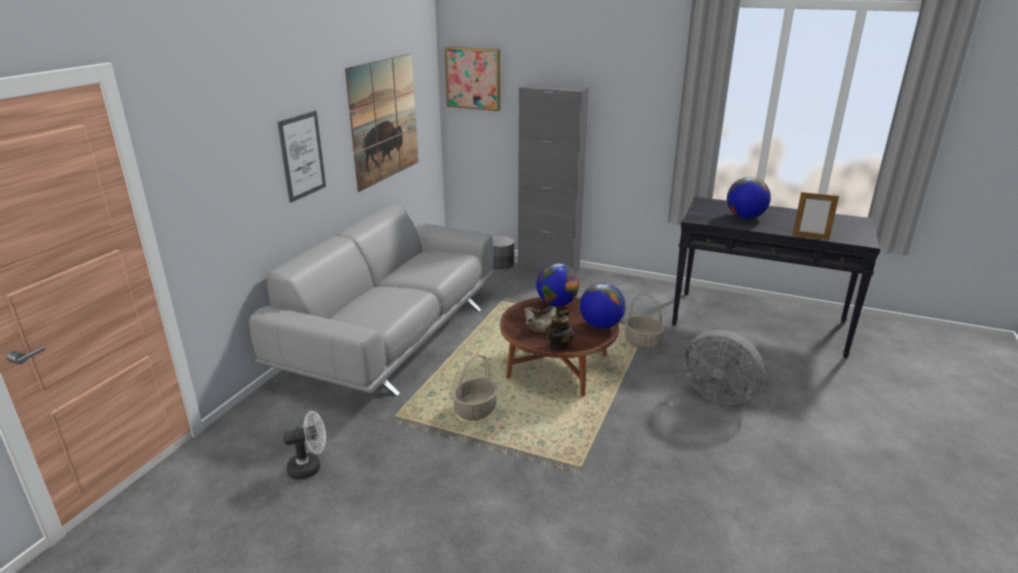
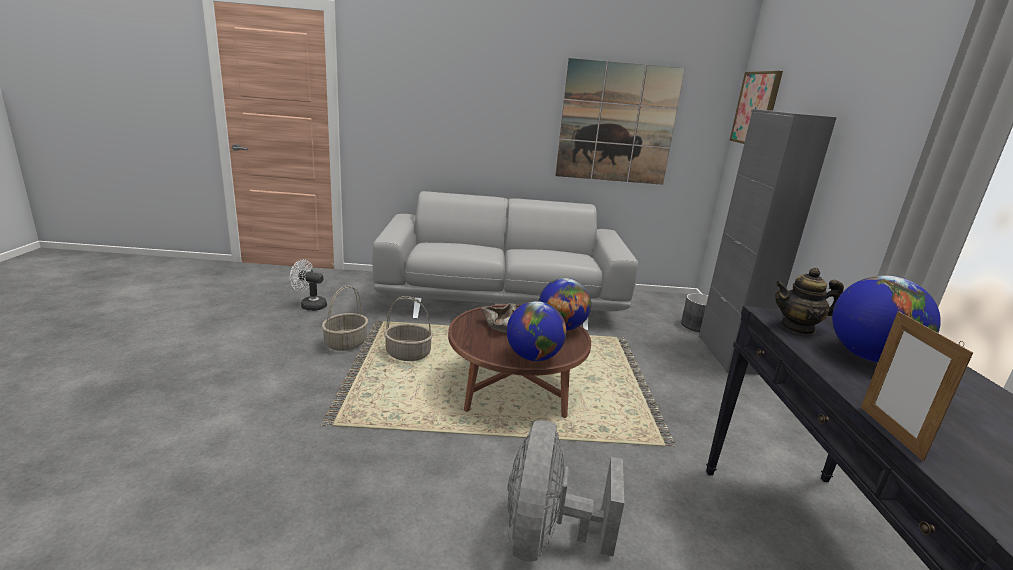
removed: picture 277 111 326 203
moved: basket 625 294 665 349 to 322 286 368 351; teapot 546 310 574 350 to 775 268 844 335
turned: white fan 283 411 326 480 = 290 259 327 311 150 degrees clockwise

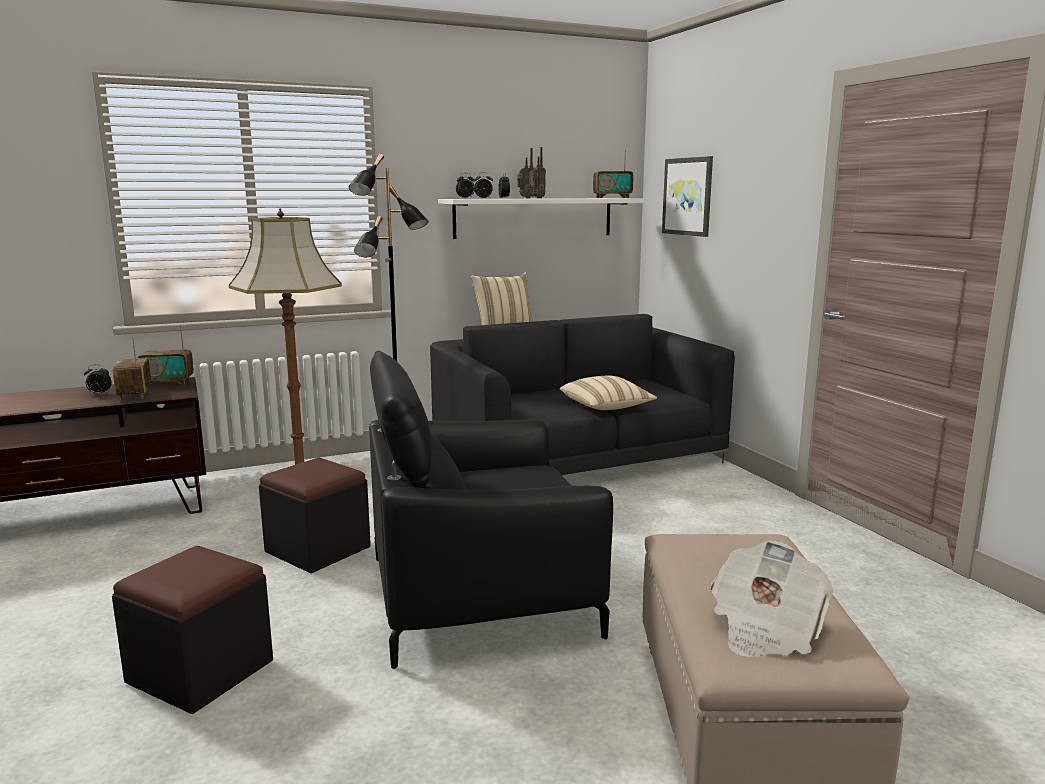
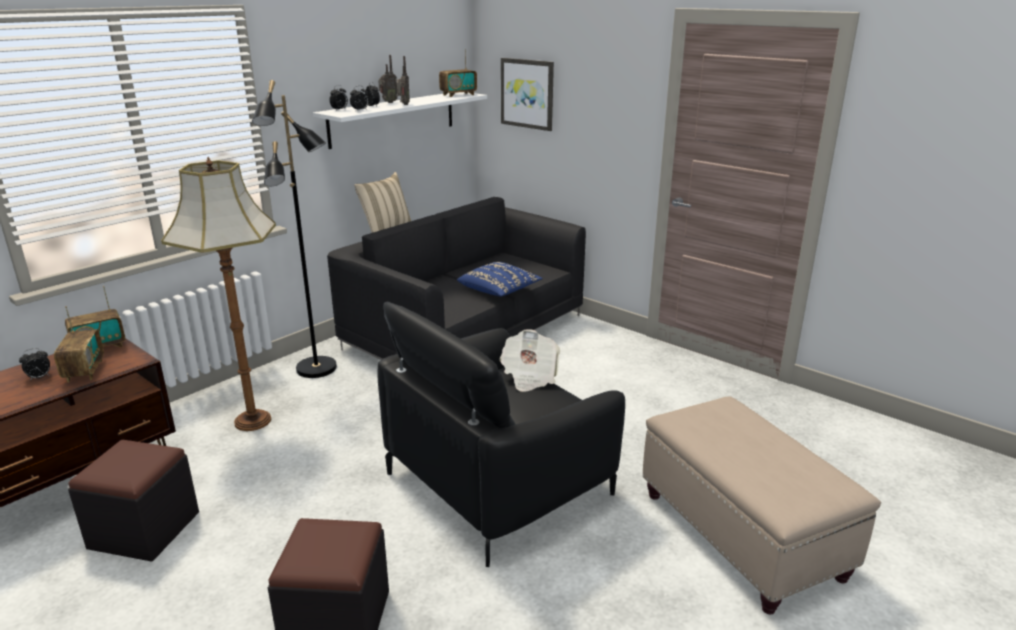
moved: black ottoman 259 458 371 574 to 68 440 199 562; newspaper 711 540 833 657 to 500 329 561 392
recoloured: beige pillow 560 376 657 410 to blue pillow 457 262 543 297
turned: radio 113 337 151 401 = 54 306 104 382 150 degrees counterclockwise

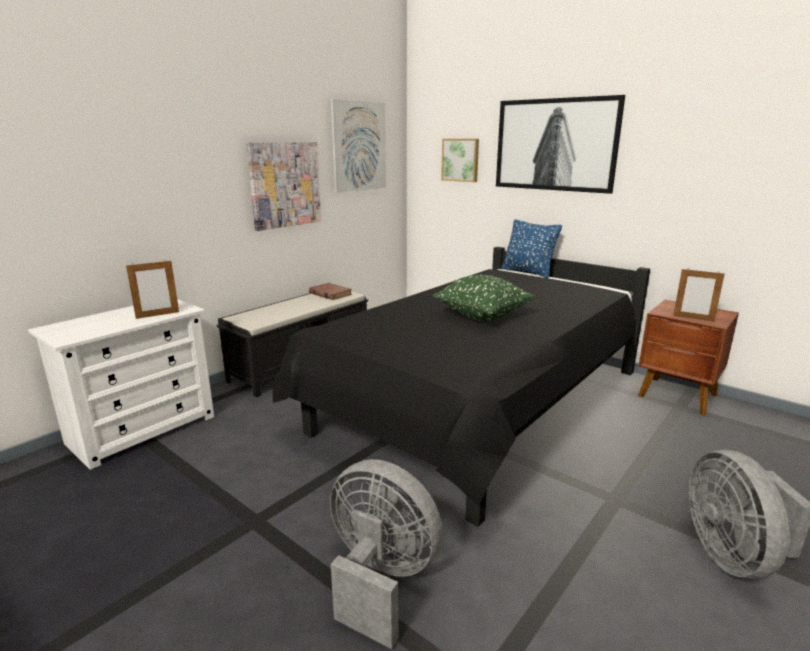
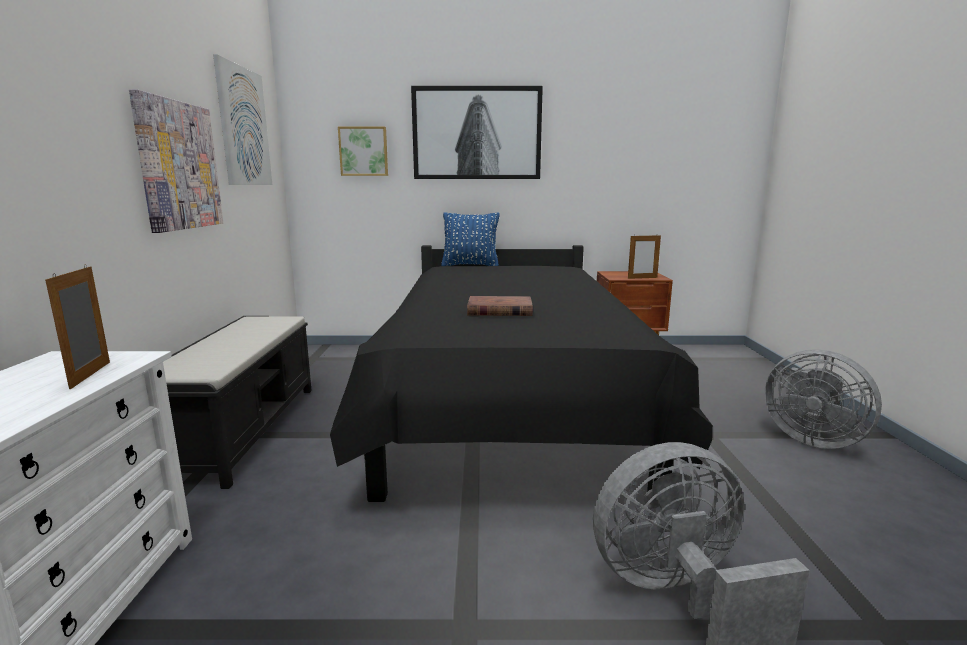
removed: green pillow 432 275 535 321
moved: brown book 309 283 352 300 to 467 296 533 316
turned: picture frame 126 259 179 319 = 45 264 110 389 150 degrees clockwise

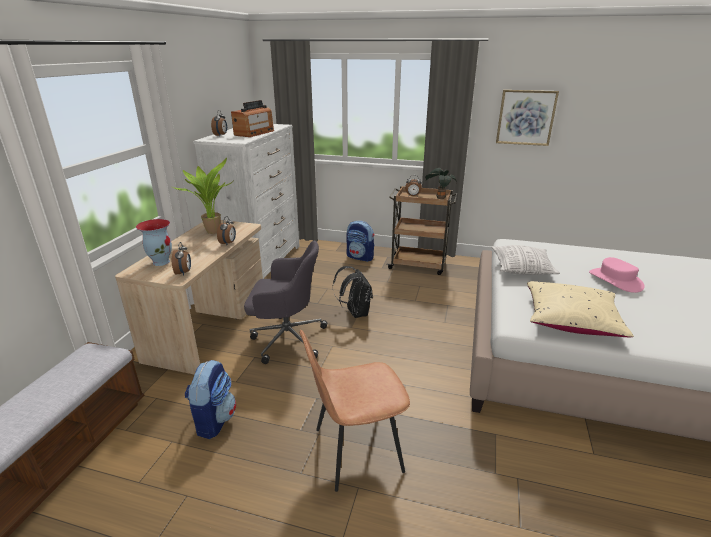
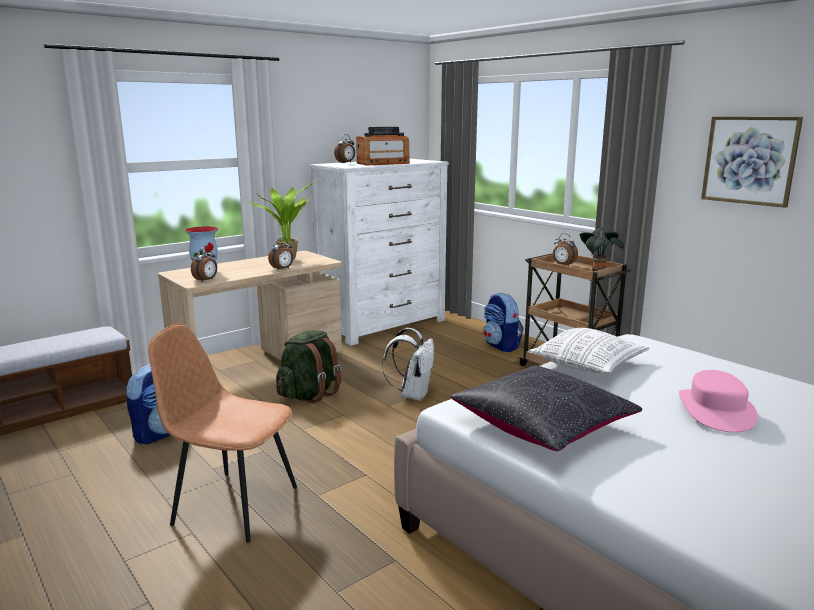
replaced: grey office chair 244 241 327 364 to green backpack 276 330 341 404
recoloured: black backpack 333 266 373 318 to white backpack 382 328 434 401; beige pillow 527 281 634 337 to black pillow 450 365 642 451

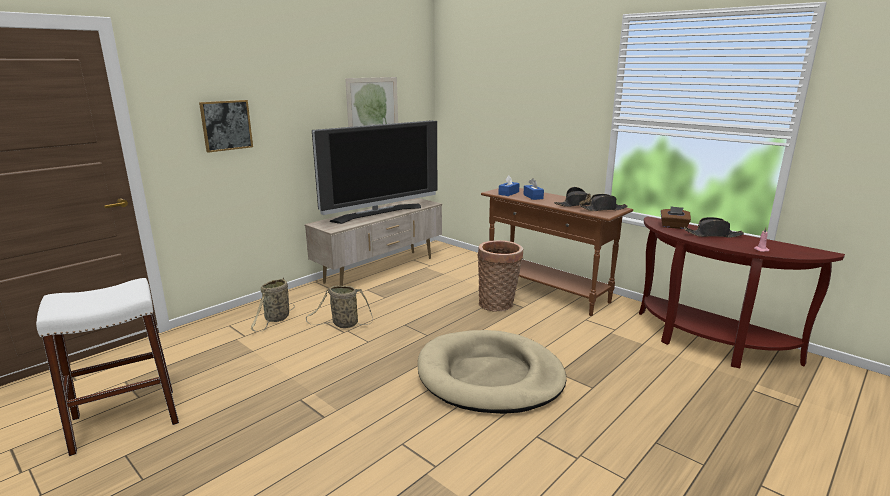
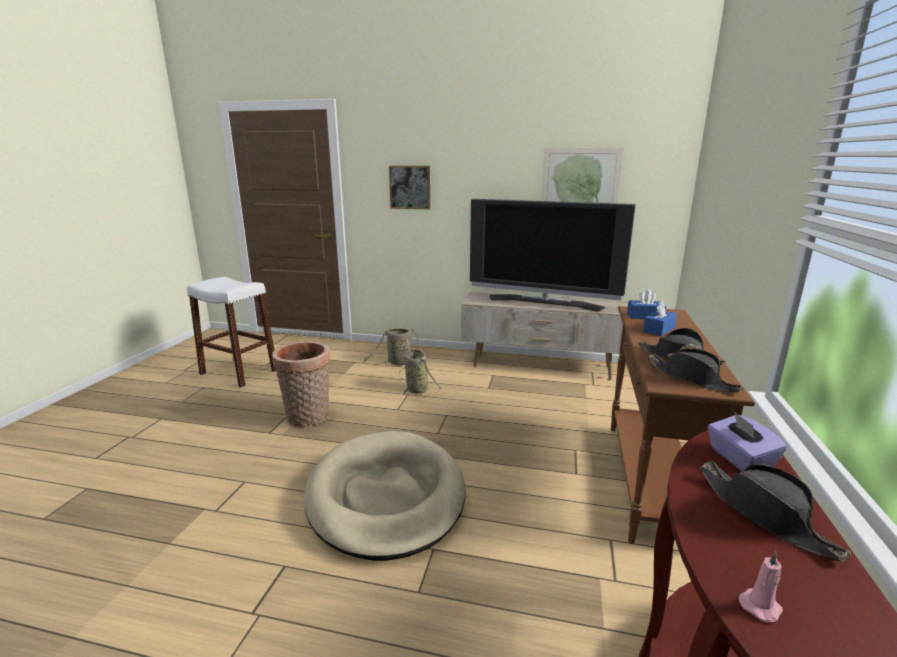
moved: basket 477 240 523 312 to 272 341 330 427
recoloured: brown tissue box 661 206 691 229 to purple tissue box 708 412 787 471

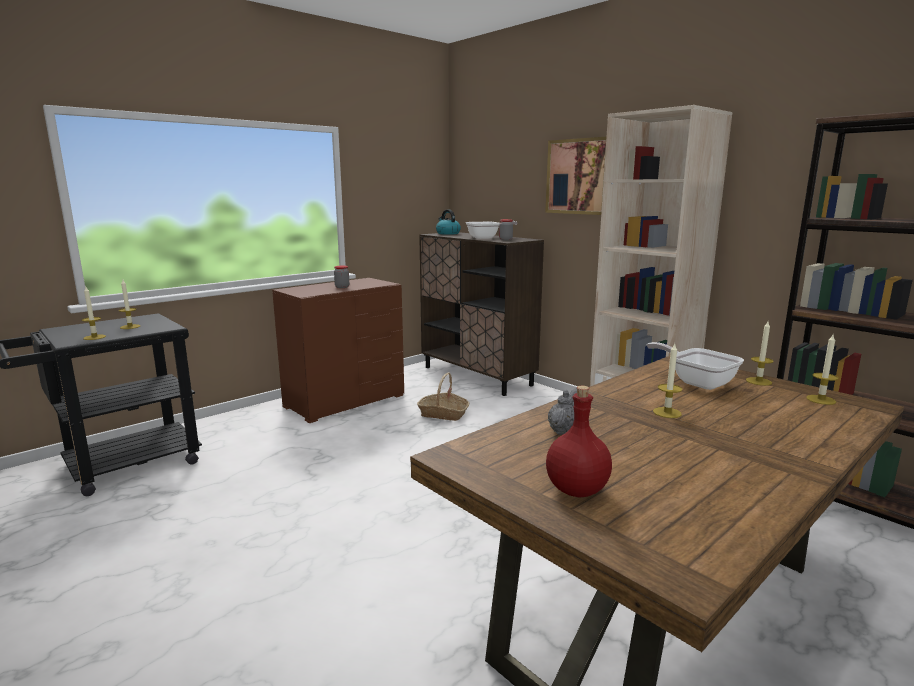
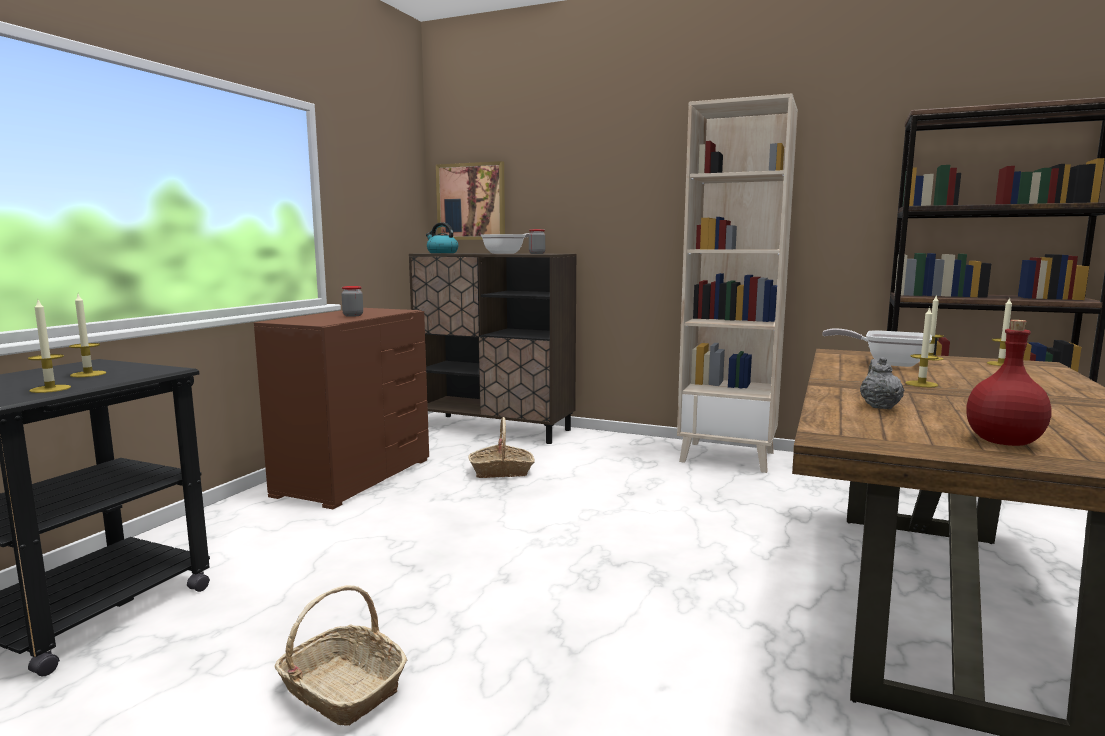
added: basket 274 585 407 726
moved: picture 545 136 607 215 to 436 161 505 240

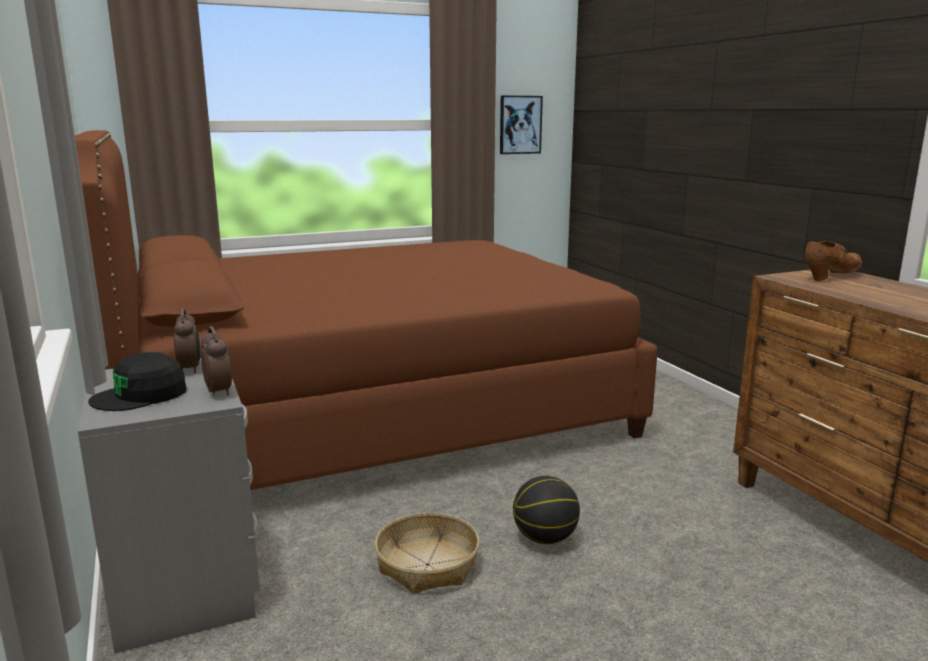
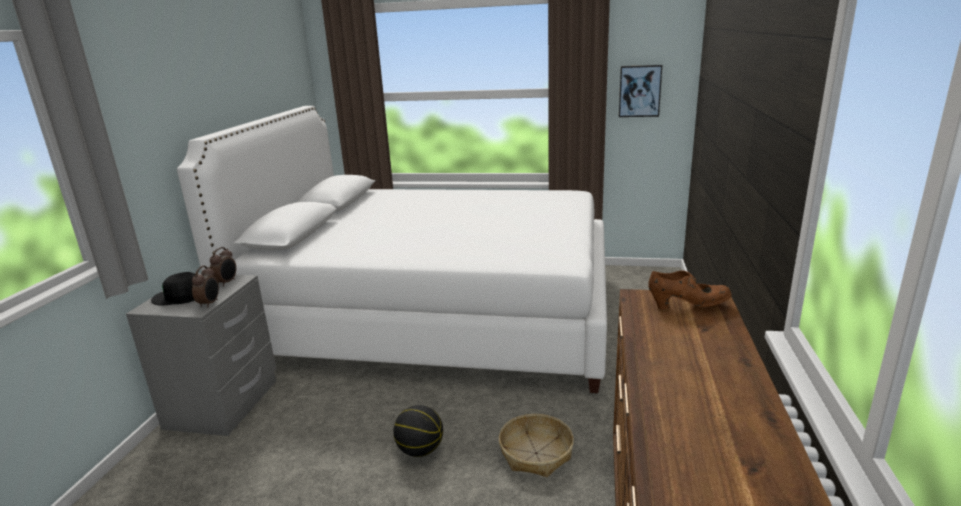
moved: basket 375 513 480 594 to 499 414 574 477
recoloured: brown bed 75 130 658 490 to white bed 177 106 607 393

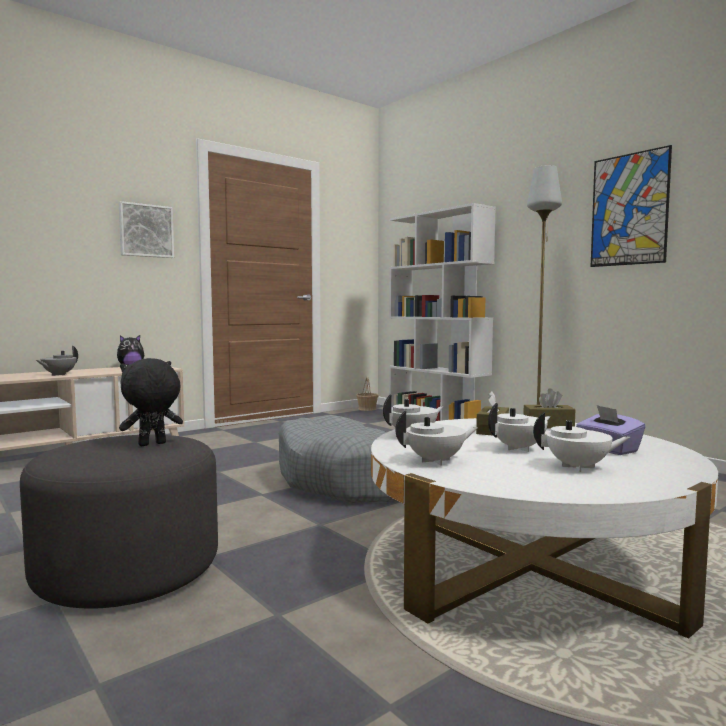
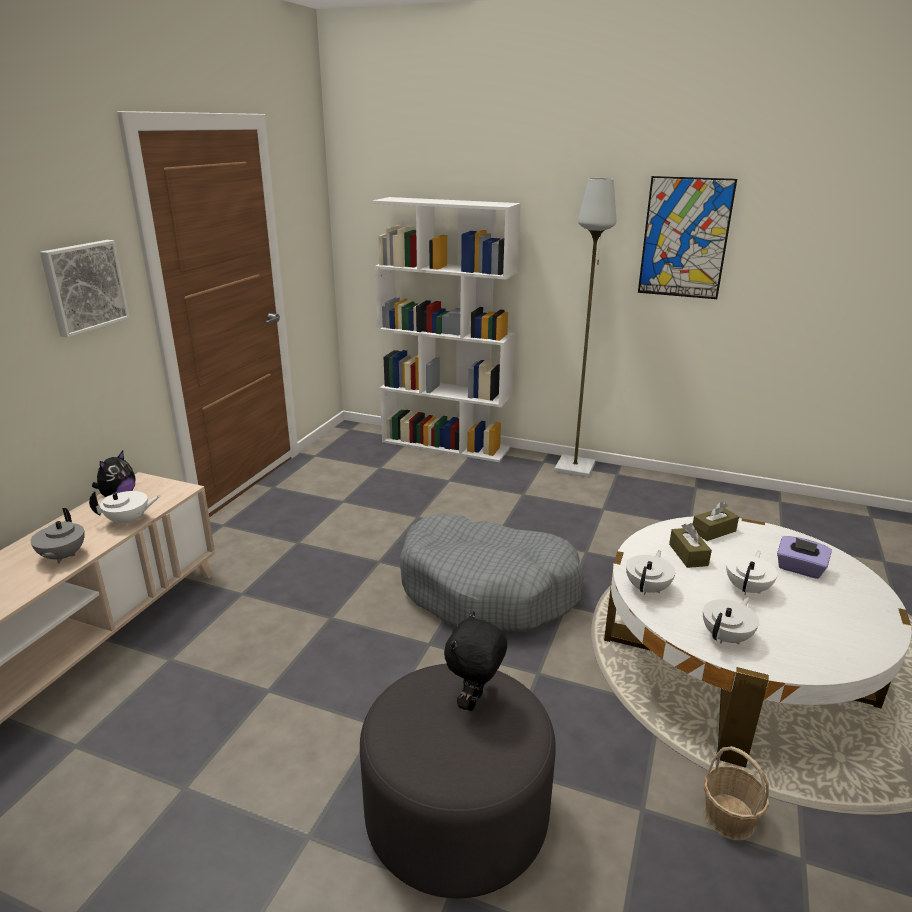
moved: basket 356 376 379 411 to 704 746 769 840; white teapot 533 412 631 472 to 89 491 160 527

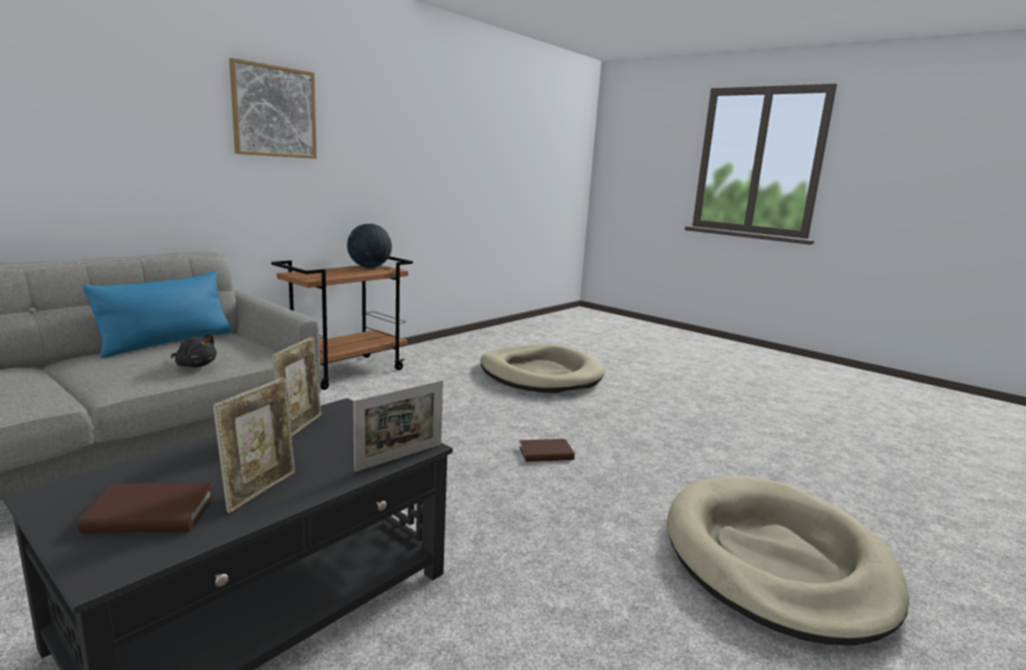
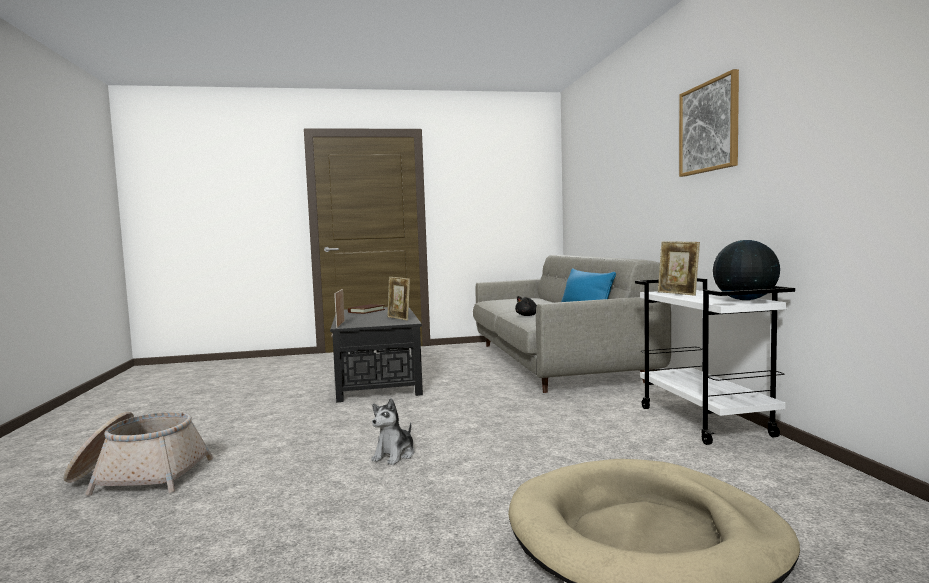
moved: picture frame 213 378 295 513 to 658 241 700 296
replaced: brown book 519 439 575 462 to plush toy 371 398 415 465; beige dog bed 667 476 909 646 to basket 63 412 213 496
recoloured: brown cart 271 256 413 390 to white cart 635 278 795 445

